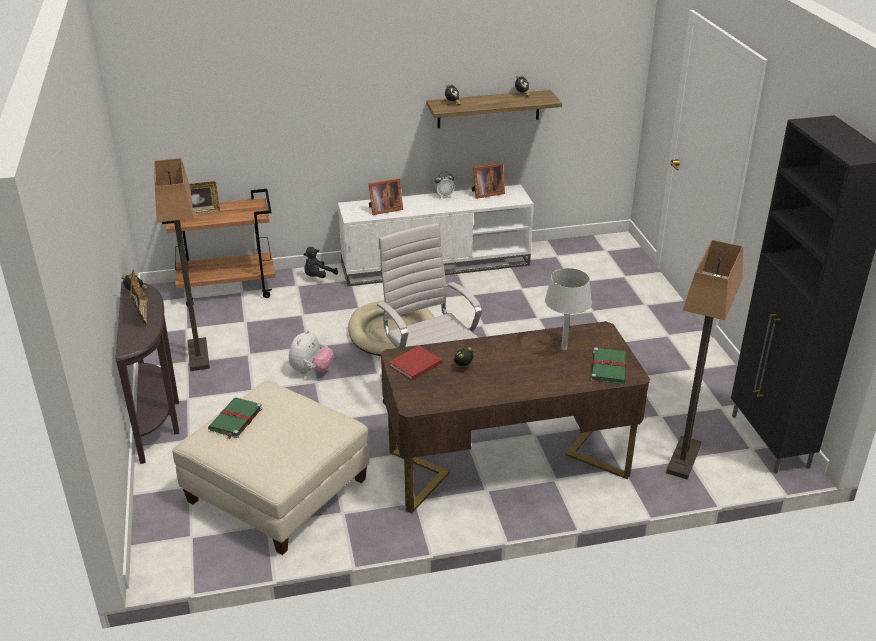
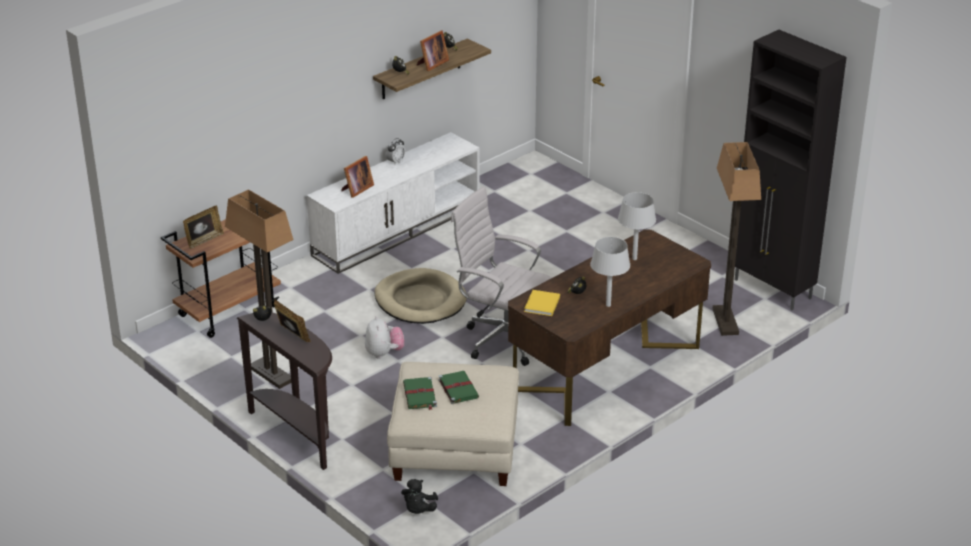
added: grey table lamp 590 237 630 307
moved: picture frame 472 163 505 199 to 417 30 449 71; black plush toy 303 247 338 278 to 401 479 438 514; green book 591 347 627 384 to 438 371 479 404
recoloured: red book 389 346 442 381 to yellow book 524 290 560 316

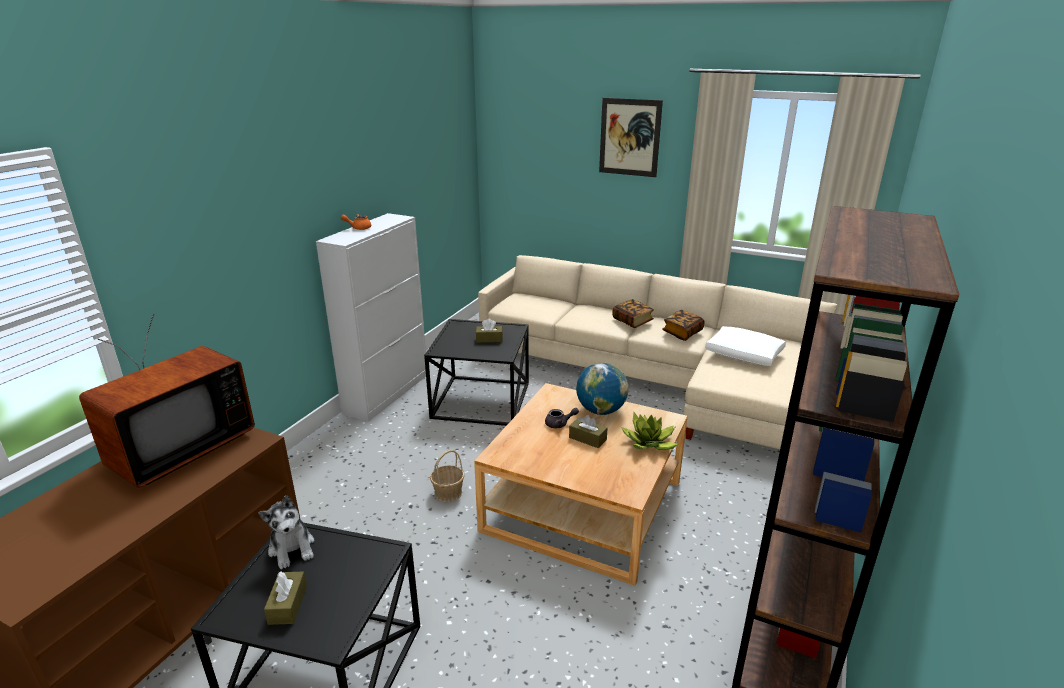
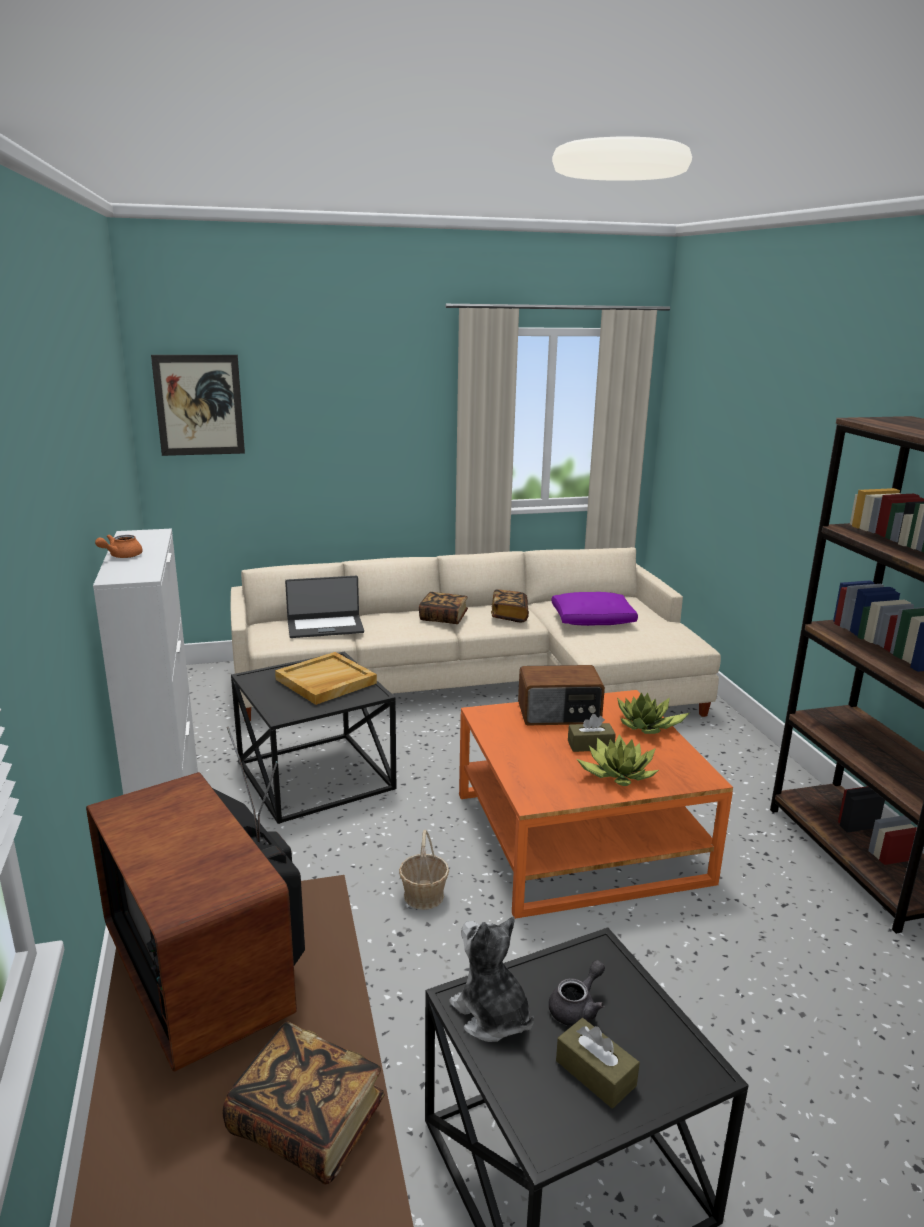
added: laptop 285 576 364 638; potted plant 577 735 659 786; book 222 1022 385 1184
moved: picture 599 98 663 177 to 151 355 245 456; grey teapot 545 408 579 428 to 549 960 605 1026
replaced: brown tissue box 476 319 503 343 to beige tray 275 652 377 705; globe 576 363 629 415 to radio 518 665 605 725
recoloured: white pillow 705 326 786 366 to purple pillow 552 592 638 626; beige coffee table 474 383 687 586 to orange coffee table 459 690 733 919
turned: television 79 314 255 488 = 86 727 305 1072 150 degrees clockwise; plush toy 258 495 315 569 = 449 917 534 1042 150 degrees counterclockwise

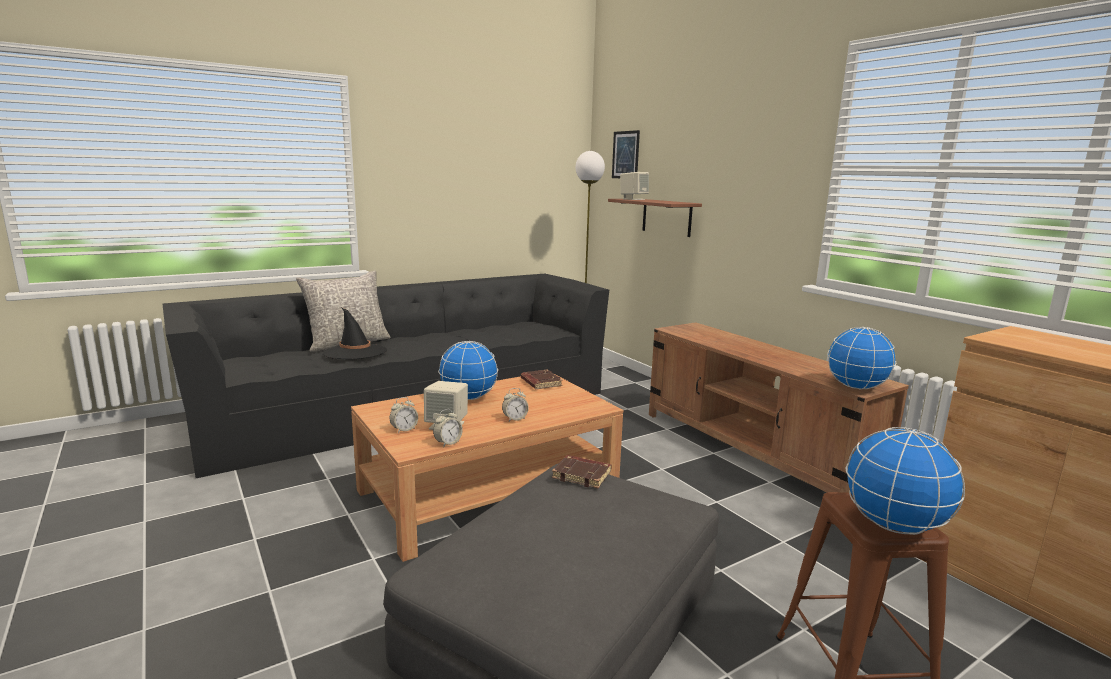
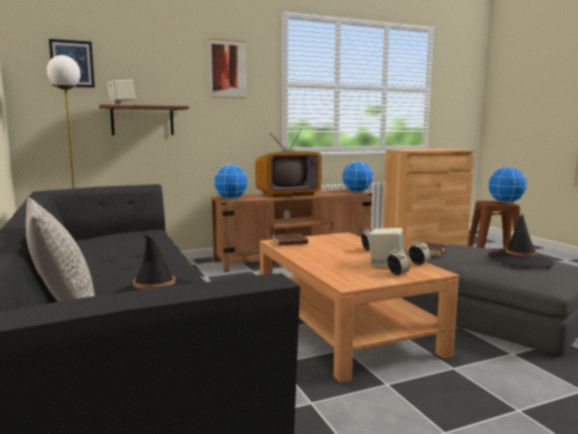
added: picture 209 38 246 98; television 255 129 322 197; black hat 488 214 555 267
moved: globe 438 341 498 400 to 214 164 249 199

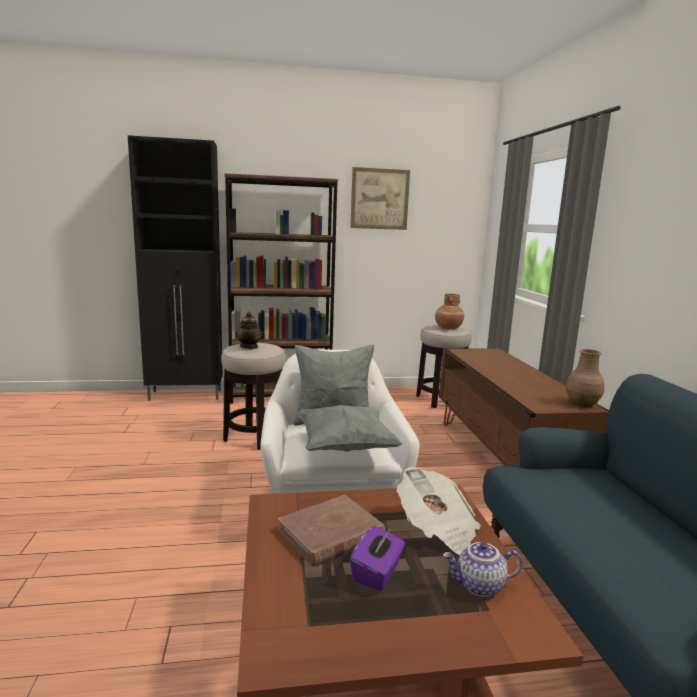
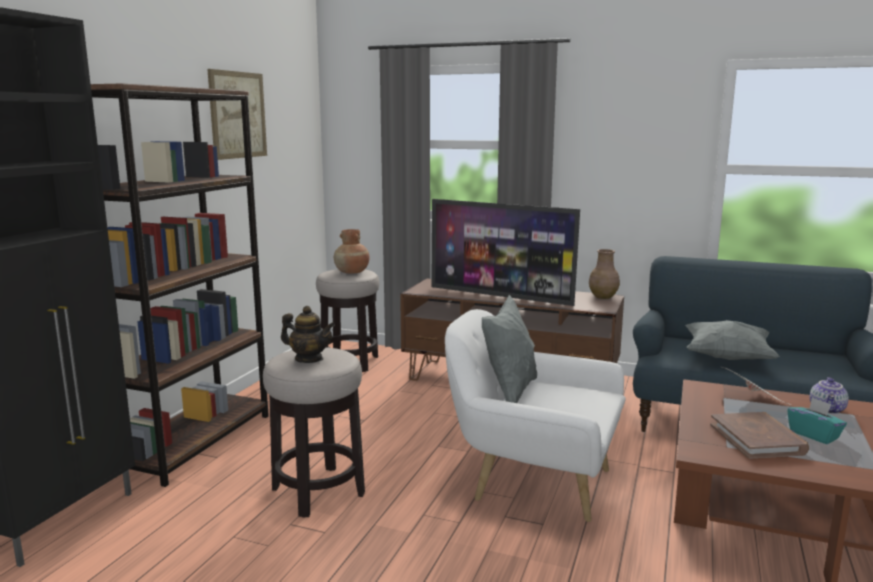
added: television 431 199 580 306
moved: grey pillow 296 405 403 452 to 685 320 780 360
recoloured: purple tissue box 350 526 405 591 to turquoise tissue box 787 398 847 444

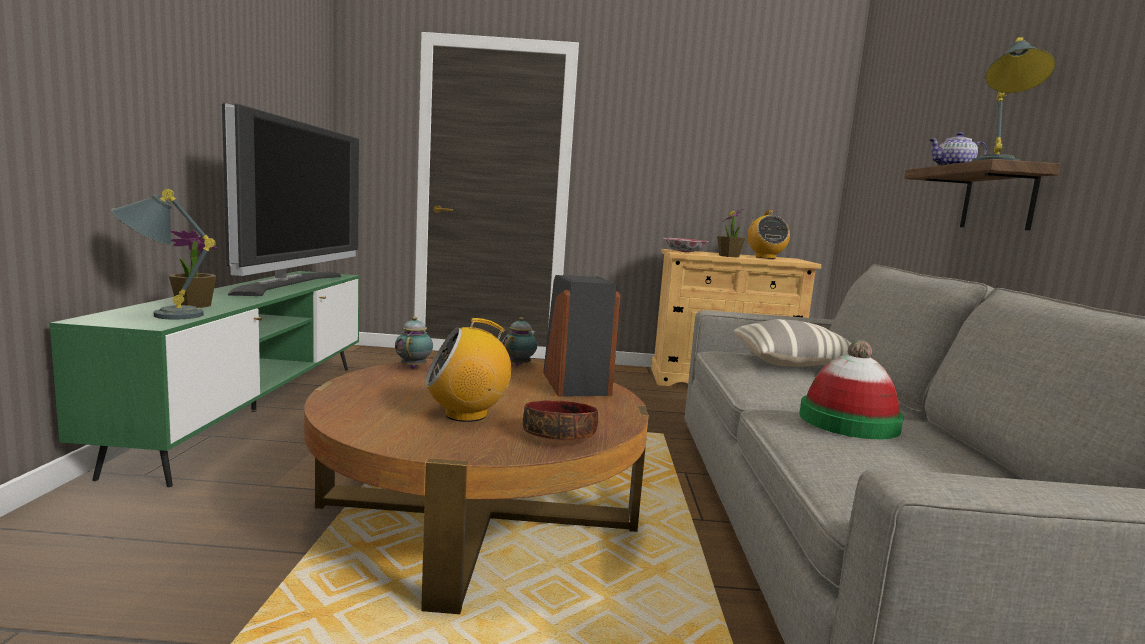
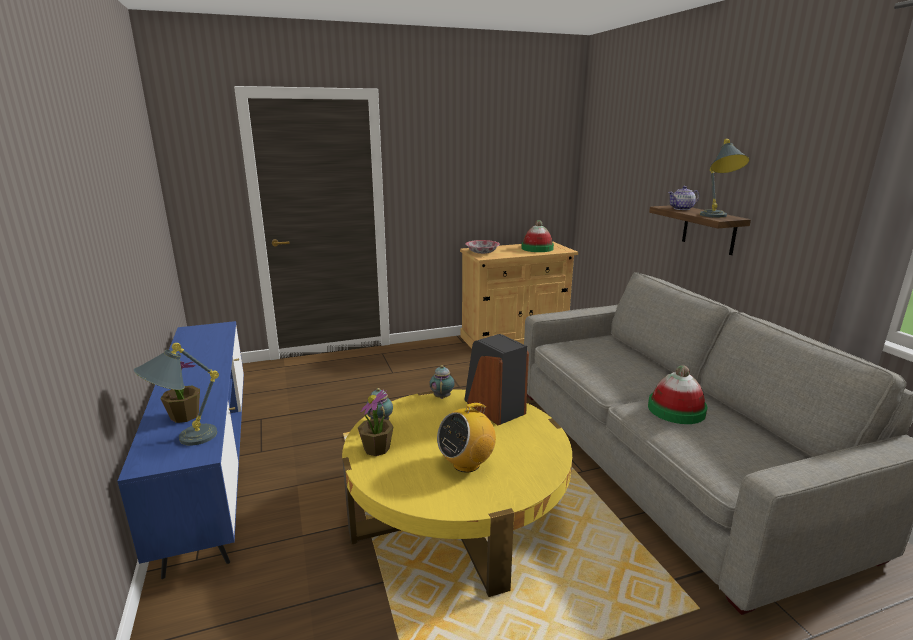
removed: television 222 103 359 296; pillow 734 319 851 367; bowl 523 400 598 441
moved: potted plant 717 208 745 257 to 358 389 393 456
replaced: radio 747 210 790 259 to hat 521 220 554 252
recoloured: green tv stand 50 271 360 487 to blue tv stand 117 321 244 579; brown coffee table 304 359 649 614 to yellow coffee table 342 390 572 597

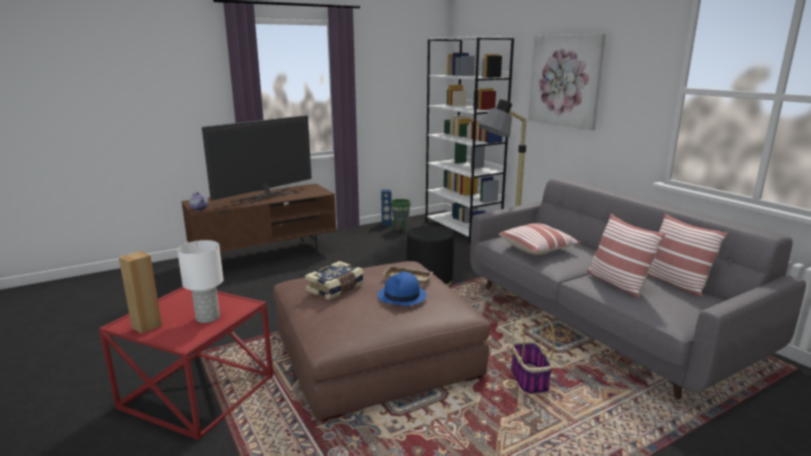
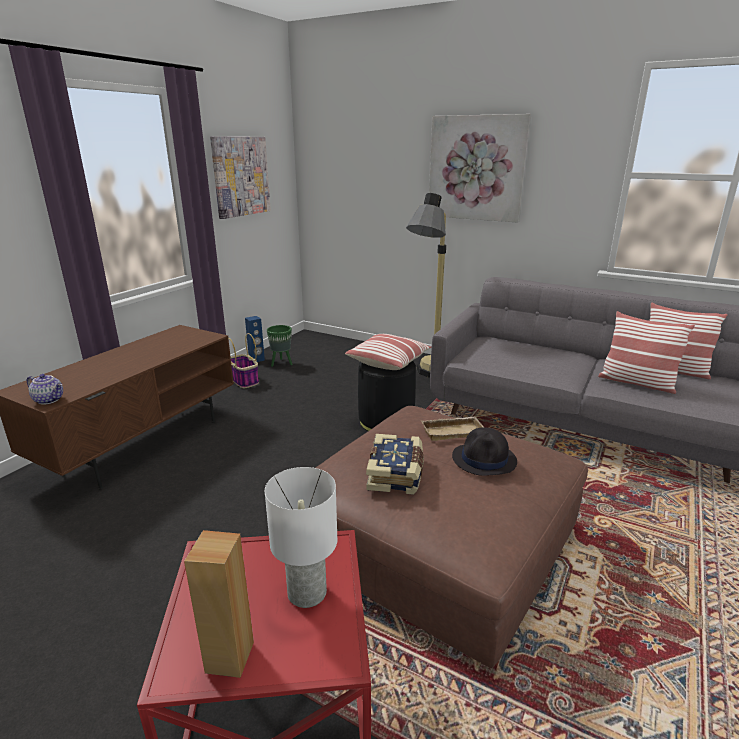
removed: white bookcase 425 36 514 244; television 202 115 312 206
added: picture 210 136 271 219
moved: pillow 499 223 580 255 to 345 334 431 370; basket 511 318 555 395 to 228 333 259 388
recoloured: blue hat 378 272 427 306 to black hat 452 427 517 476

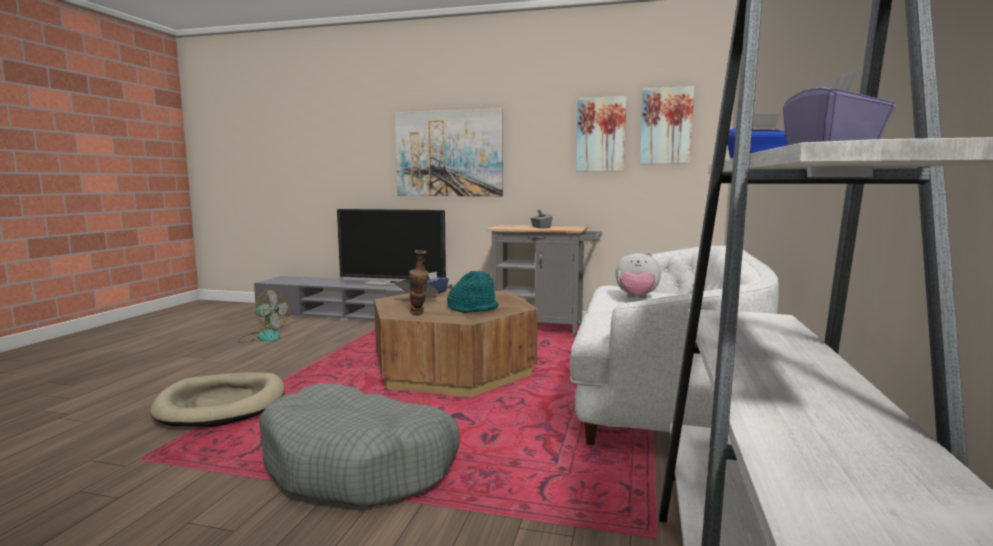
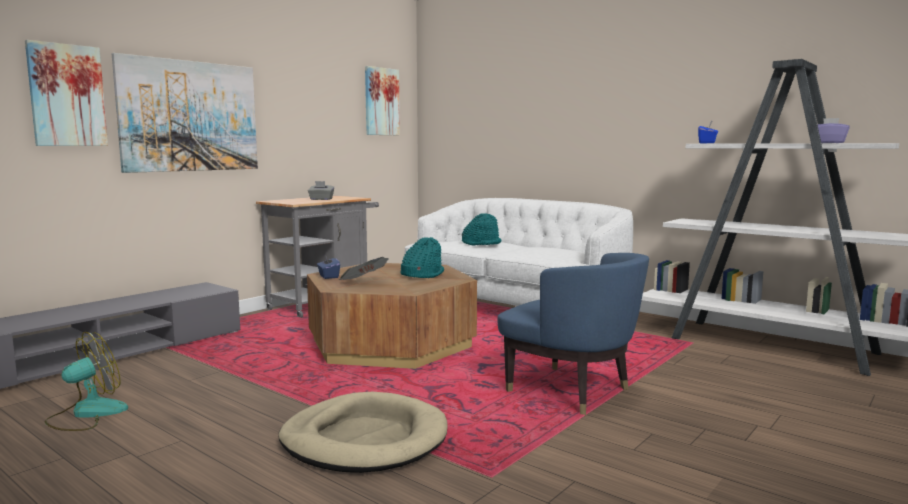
removed: television 337 209 446 286; vase 409 250 429 315
moved: picture 576 96 627 171 to 25 40 108 146
replaced: plush toy 616 251 661 298 to turquoise hat 462 213 501 246; grey dog bed 259 384 460 507 to blue armchair 497 253 649 416

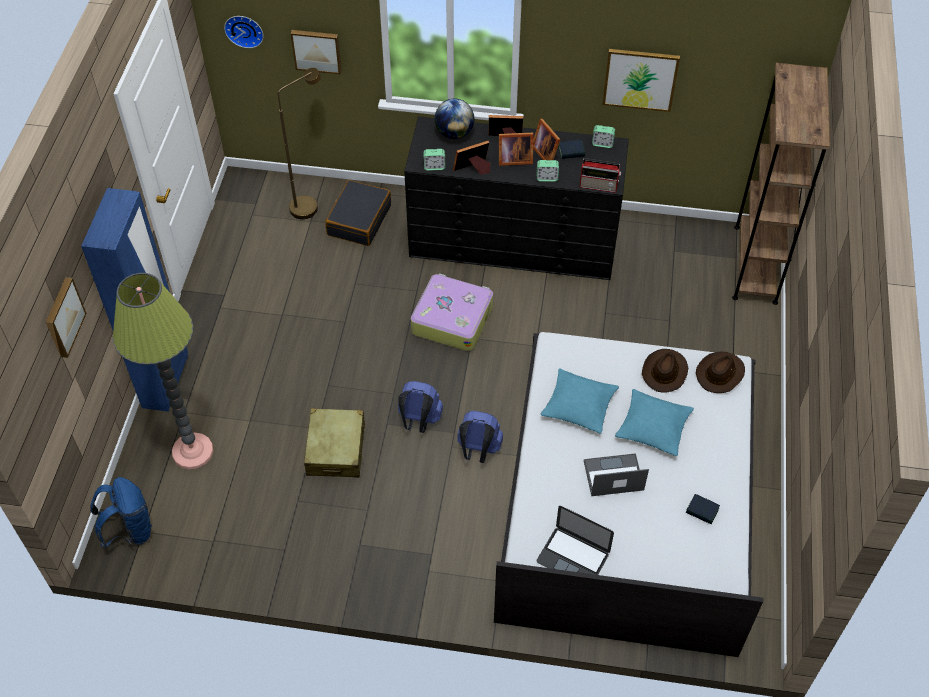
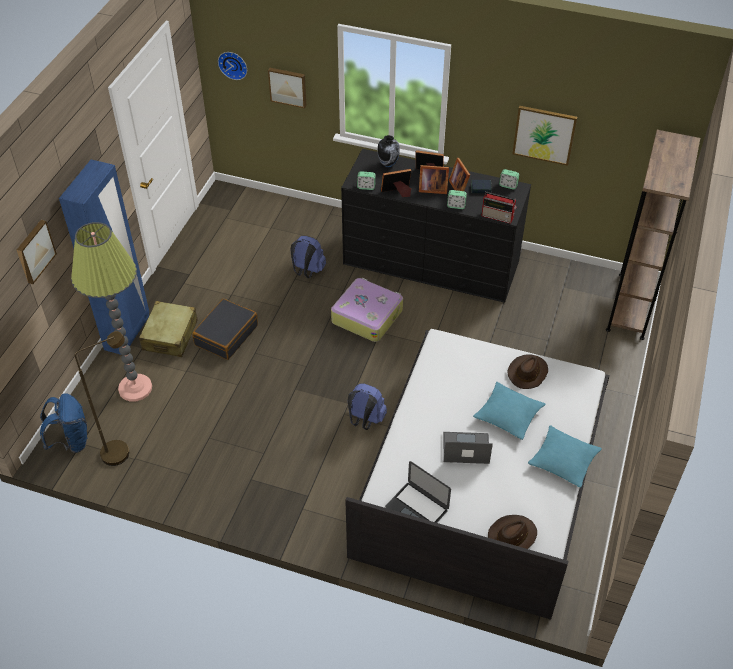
removed: book 686 494 720 524
moved: brown floor lamp 278 68 321 219 to 75 331 129 466; black suitcase 325 180 391 246 to 192 299 258 360; brown hat 696 352 745 393 to 488 515 537 549; turquoise pillow 540 368 619 434 to 528 425 602 488; blue backpack 398 381 443 433 to 290 236 326 278; beige suitcase 304 408 365 478 to 139 301 198 357
replaced: globe 435 99 474 139 to vase 377 135 400 167

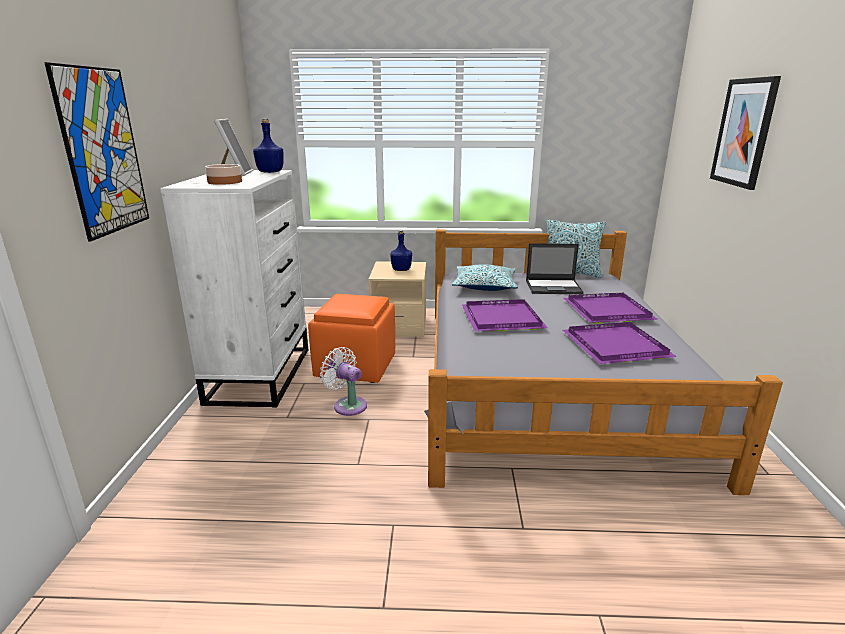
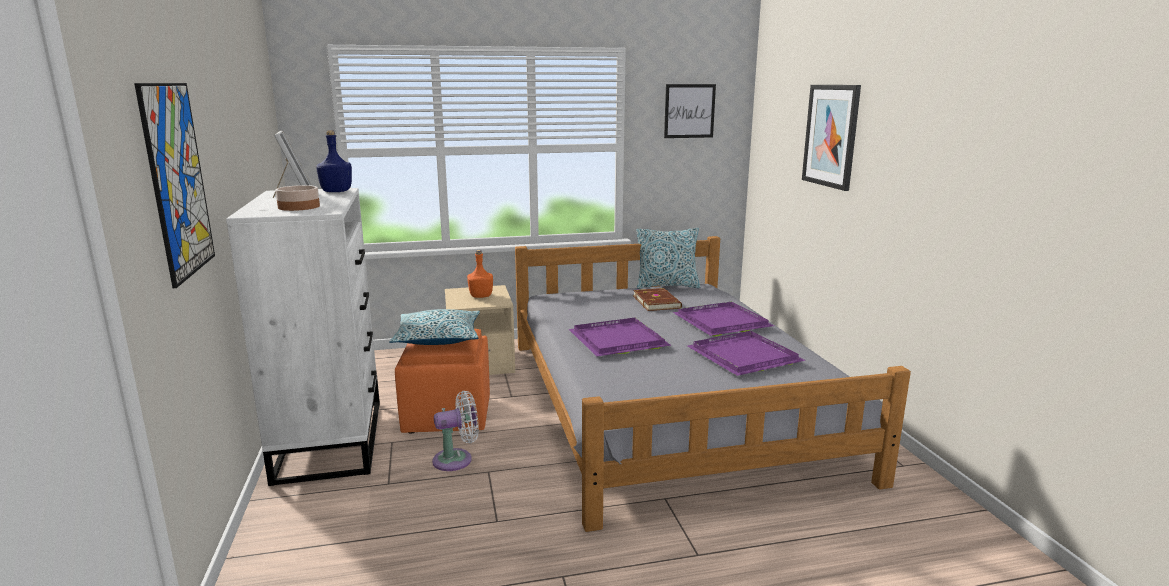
added: picture 664 84 716 138
moved: pillow 452 264 518 291 to 390 309 480 345
replaced: laptop 526 243 584 294 to brown book 633 288 682 311
recoloured: blue bottle 391 230 412 271 to orange bottle 467 250 493 298
turned: white fan 320 347 367 416 = 432 391 479 471 135 degrees clockwise

